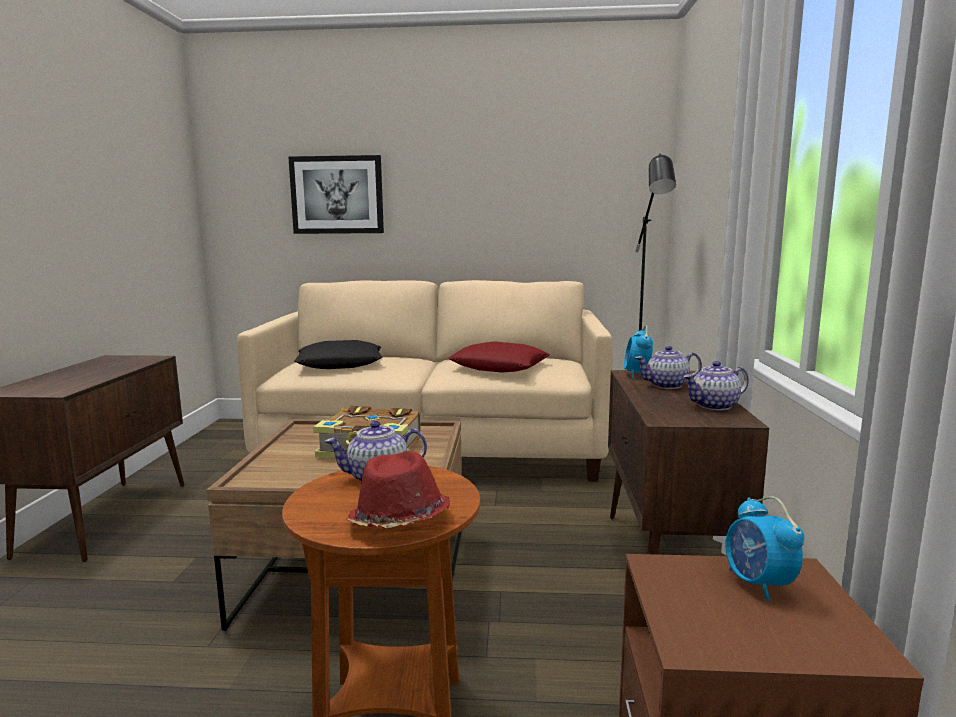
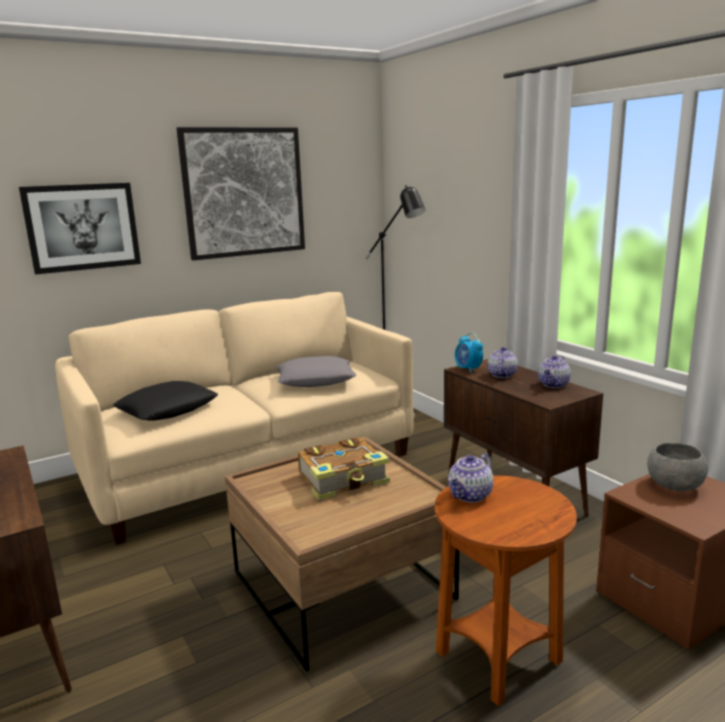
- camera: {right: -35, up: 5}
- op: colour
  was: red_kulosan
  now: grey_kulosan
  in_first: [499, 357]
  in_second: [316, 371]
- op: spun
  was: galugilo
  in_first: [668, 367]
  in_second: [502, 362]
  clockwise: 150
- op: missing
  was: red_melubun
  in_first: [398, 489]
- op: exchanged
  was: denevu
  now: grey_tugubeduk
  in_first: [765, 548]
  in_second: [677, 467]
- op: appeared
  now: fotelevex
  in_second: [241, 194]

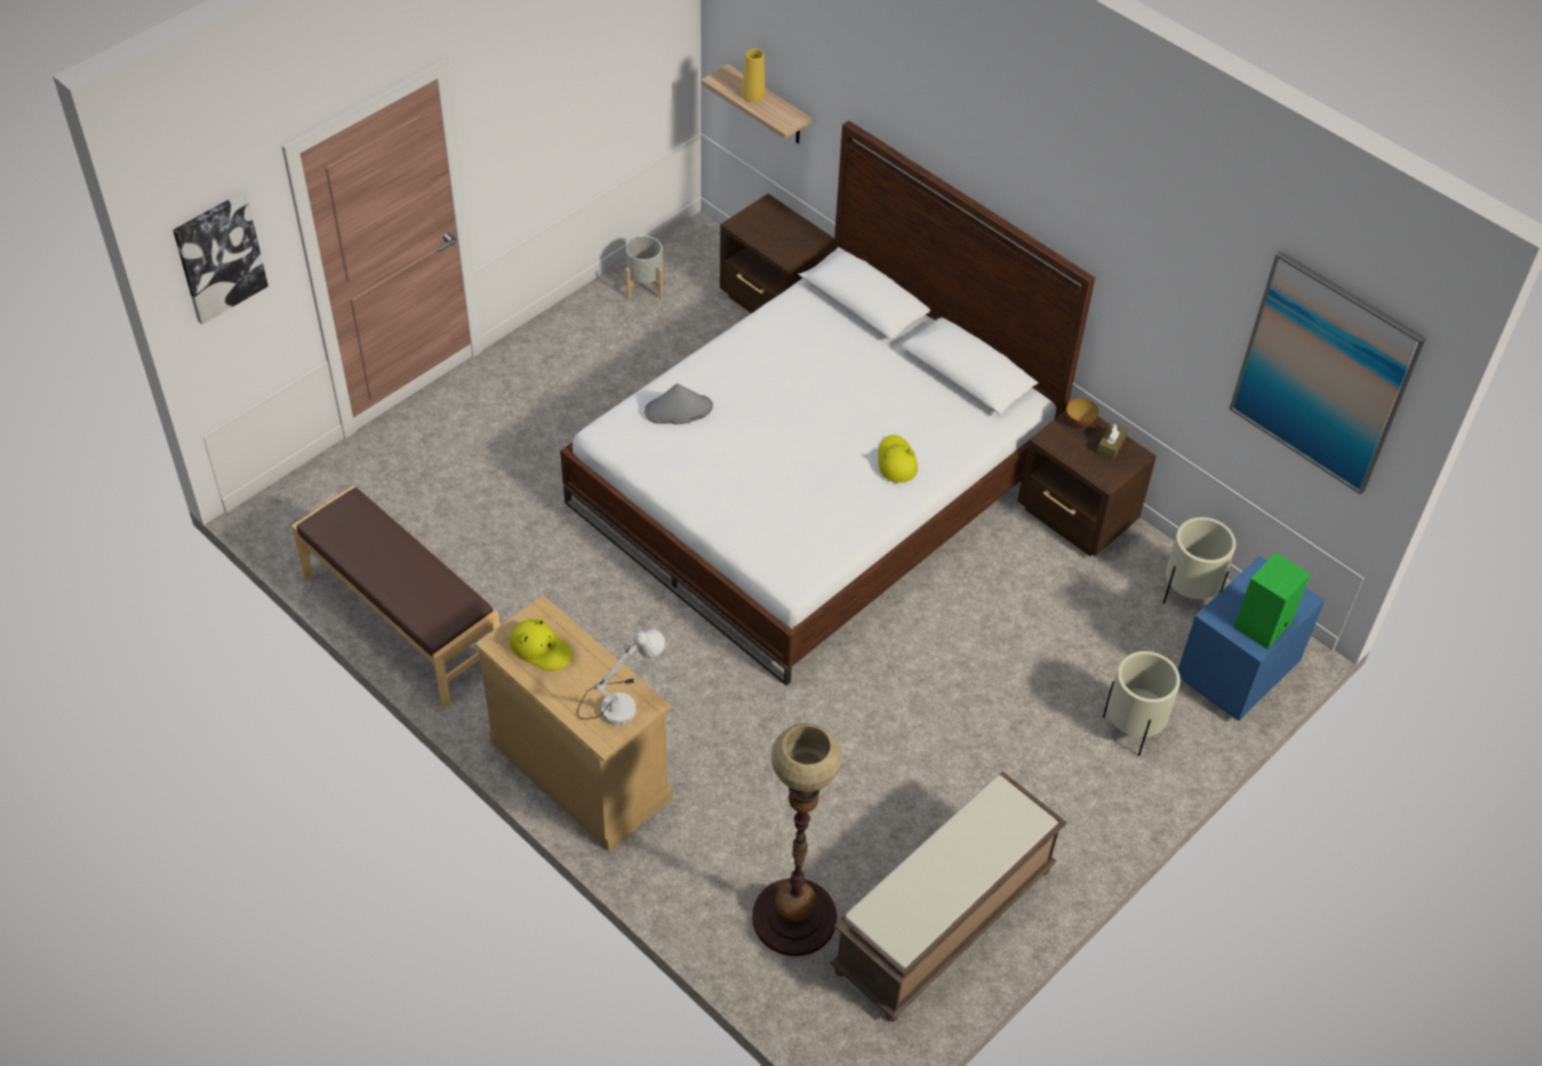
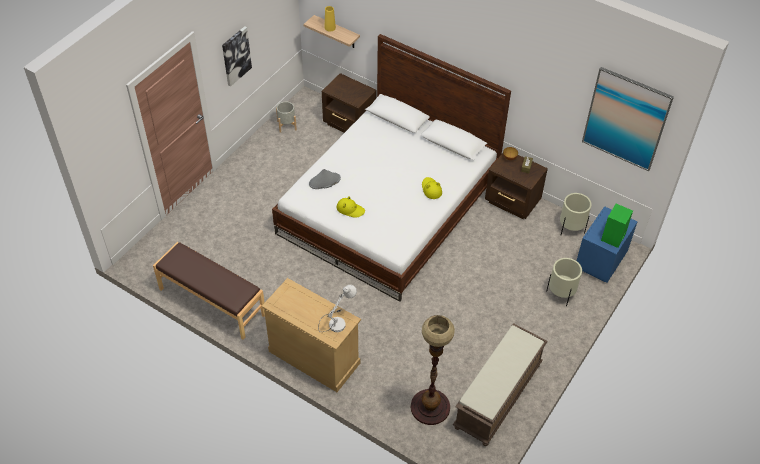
- camera: {right: -10, up: 0}
- op: relocated
  was: fotelevex
  in_first: [220, 258]
  in_second: [237, 56]
- op: relocated
  was: yellow_melubun
  in_first: [541, 644]
  in_second: [351, 207]

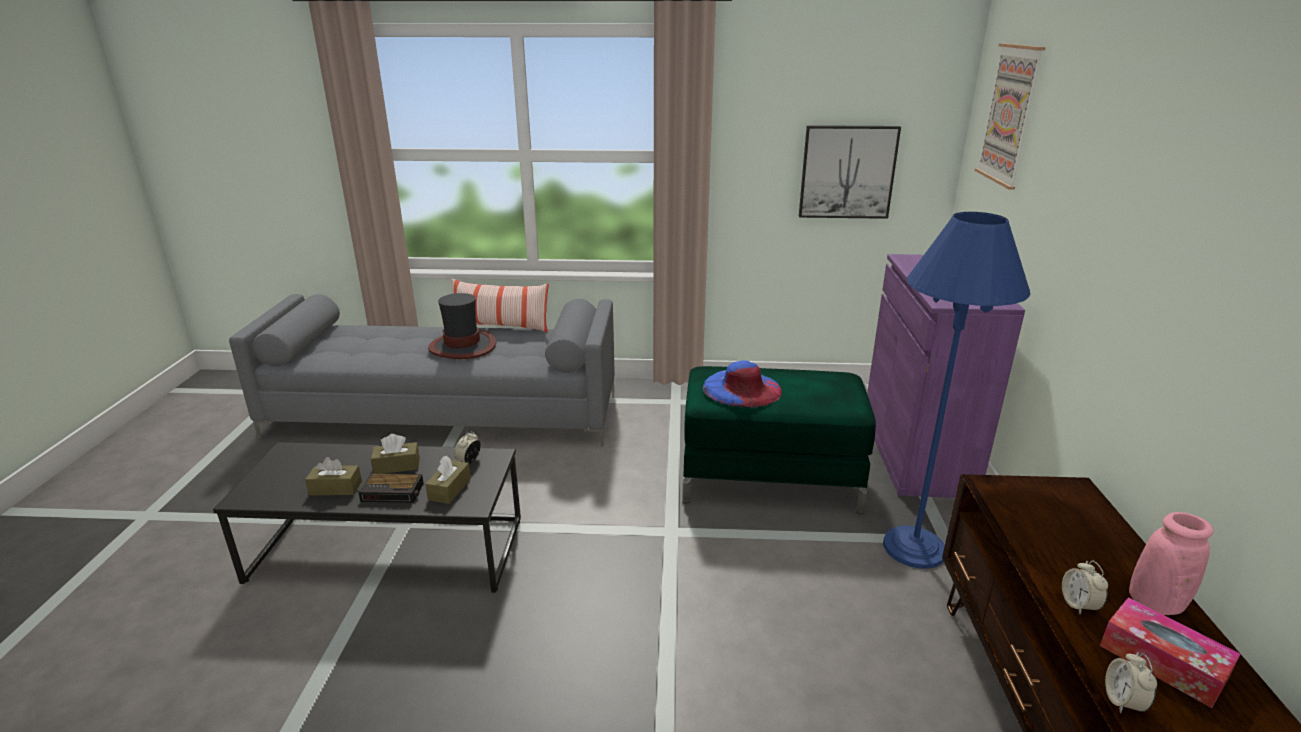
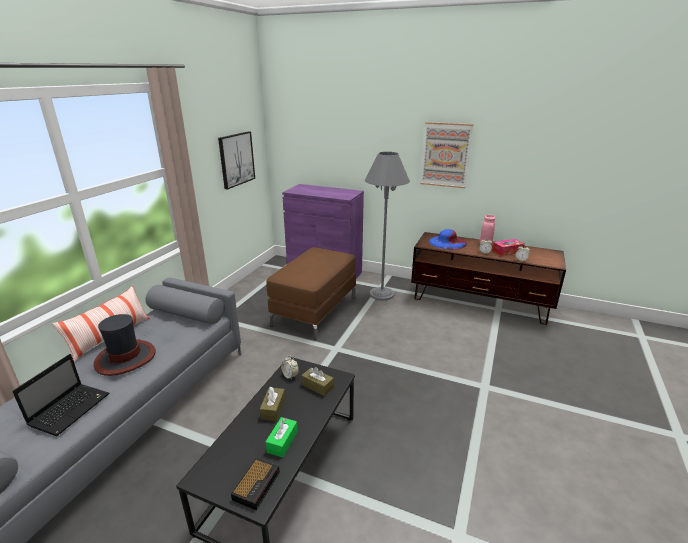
- camera: {right: -70, up: 0}
- op: relocated
  was: fotelevex
  in_first: [1010, 116]
  in_second: [446, 155]
- op: colour
  was: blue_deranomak
  now: grey_deranomak
  in_first: [956, 390]
  in_second: [387, 226]
- op: relocated
  was: blue_melubun
  in_first: [742, 384]
  in_second: [448, 239]
- op: colour
  was: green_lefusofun
  now: brown_lefusofun
  in_first: [779, 440]
  in_second: [311, 293]
- op: colour
  was: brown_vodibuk
  now: green_vodibuk
  in_first: [333, 476]
  in_second: [281, 437]
- op: relocated
  was: denevu
  in_first: [391, 488]
  in_second: [255, 484]
- op: appeared
  now: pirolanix
  in_second: [60, 395]

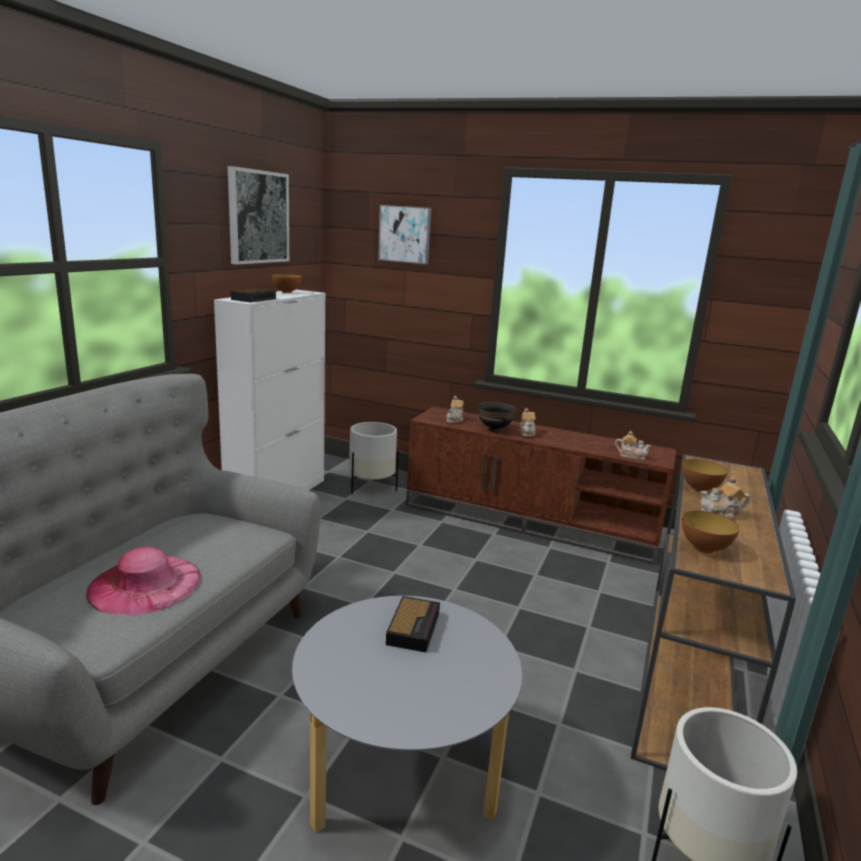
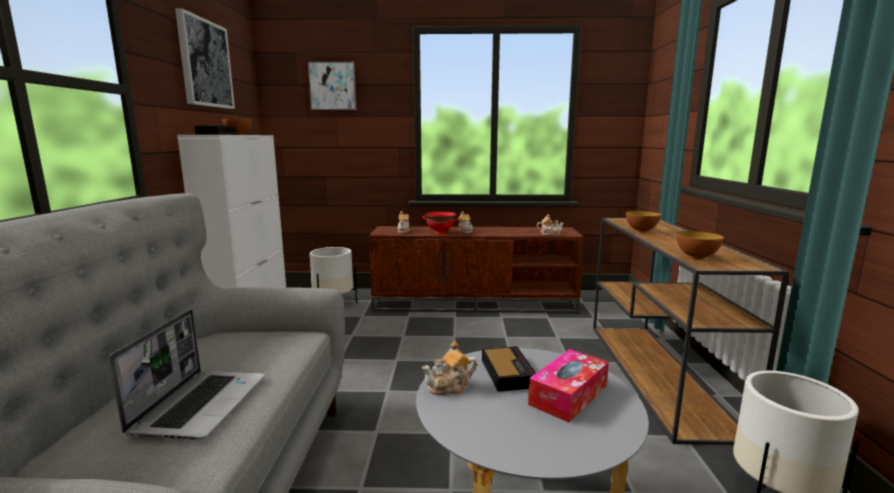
- camera: {right: -20, up: -5}
- op: colour
  was: black_tugubeduk
  now: red_tugubeduk
  in_first: [497, 417]
  in_second: [440, 222]
- op: relocated
  was: galugilo
  in_first: [725, 498]
  in_second: [449, 368]
- op: exchanged
  was: pink_melubun
  now: pirolanix
  in_first: [143, 581]
  in_second: [187, 374]
- op: appeared
  now: vodibuk
  in_second: [568, 386]

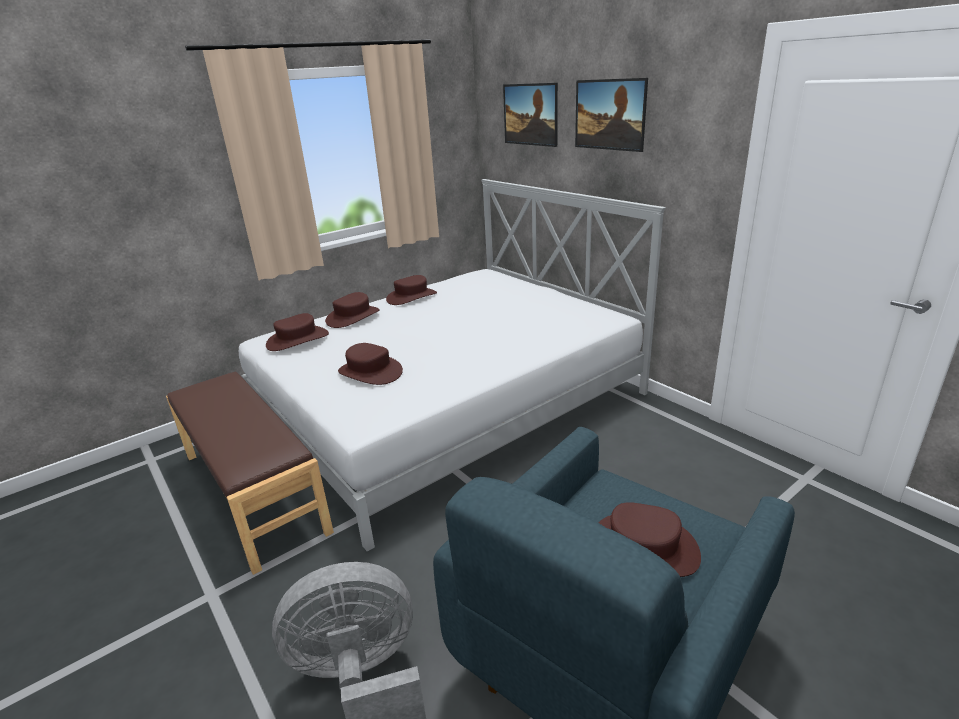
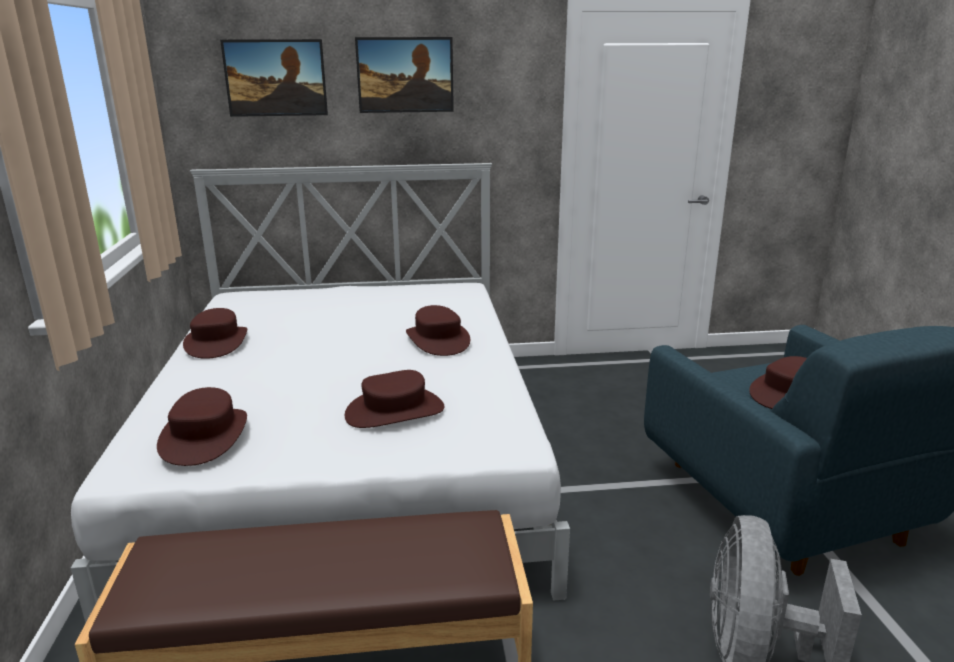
- camera: {right: -60, up: -5}
- op: relocated
  was: brown_melubun
  in_first: [352, 310]
  in_second: [438, 330]

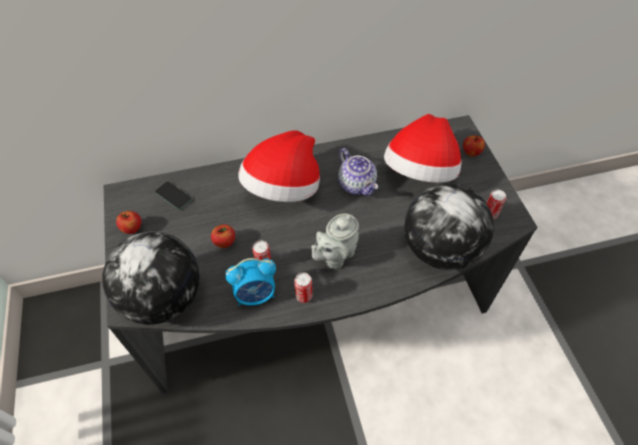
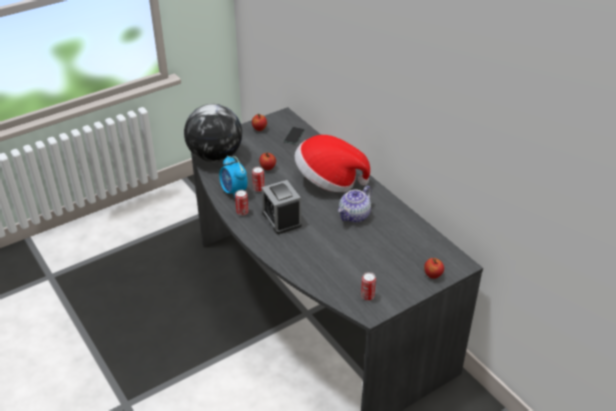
- camera: {right: 70, up: -15}
- op: missing
  was: melubun
  in_first: [423, 148]
- op: missing
  was: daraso
  in_first: [449, 226]
- op: exchanged
  was: grey_galugilo
  now: denevu
  in_first: [335, 241]
  in_second: [282, 207]

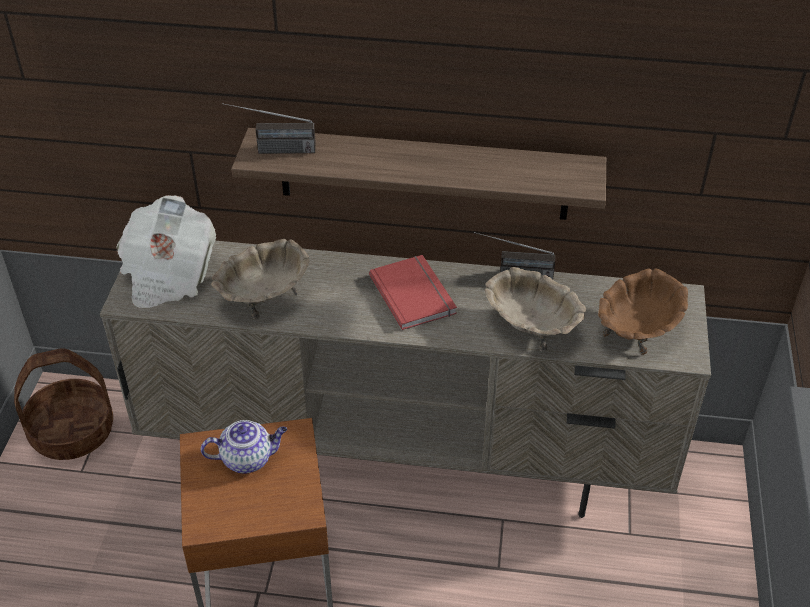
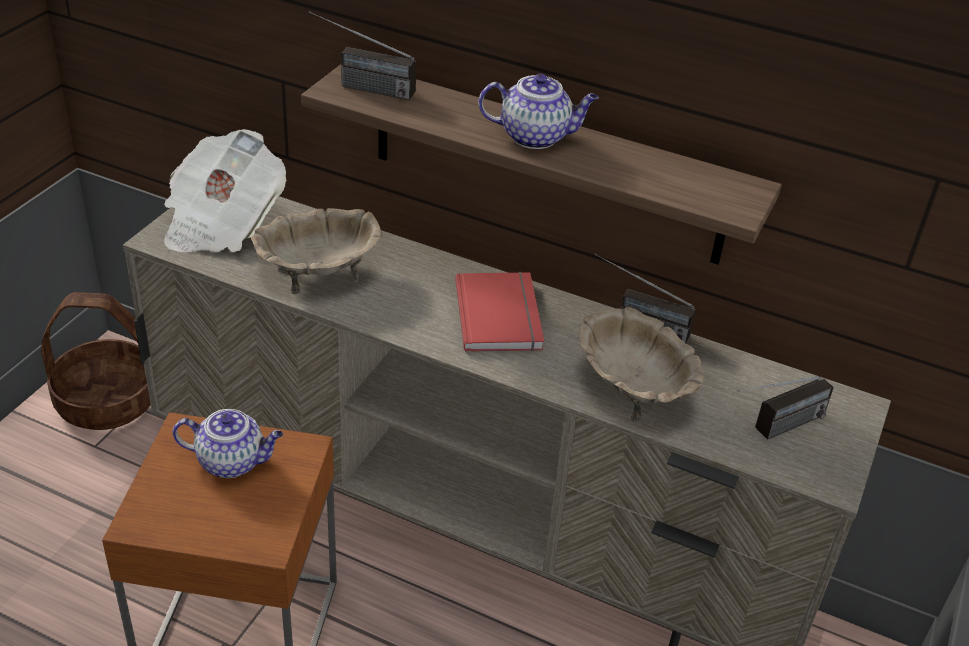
- camera: {right: 15, up: -5}
- op: exchanged
  was: brown_tugubeduk
  now: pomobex
  in_first: [643, 311]
  in_second: [785, 408]
- op: appeared
  now: galugilo
  in_second: [539, 111]

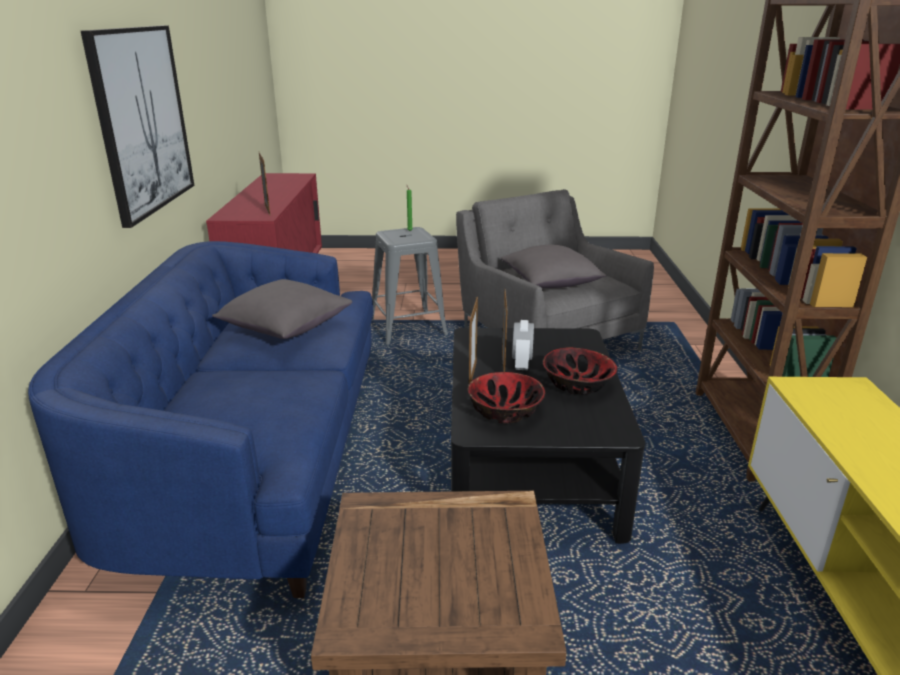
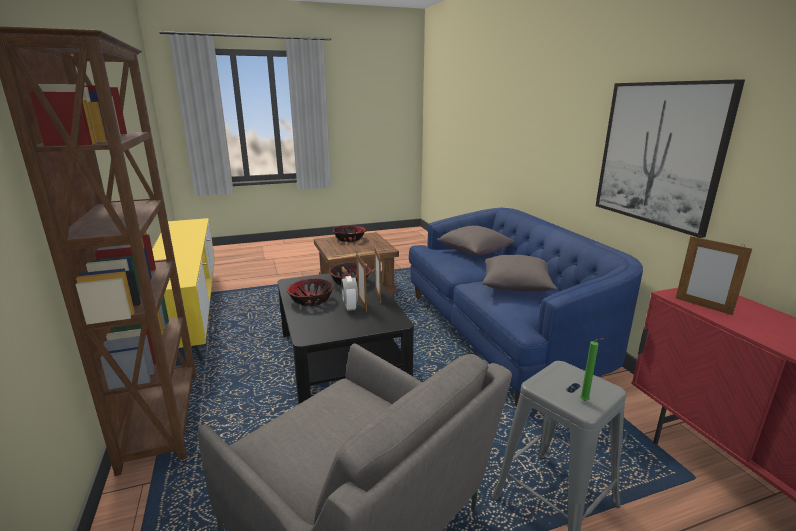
- camera: {right: 160, up: -5}
- op: relocated
  was: grey_kulosan
  in_first: [553, 266]
  in_second: [475, 240]
- op: appeared
  now: tugubeduk
  in_second: [349, 233]

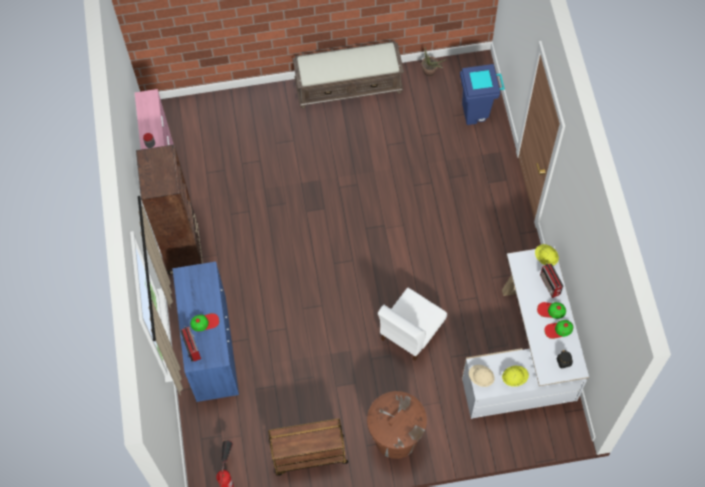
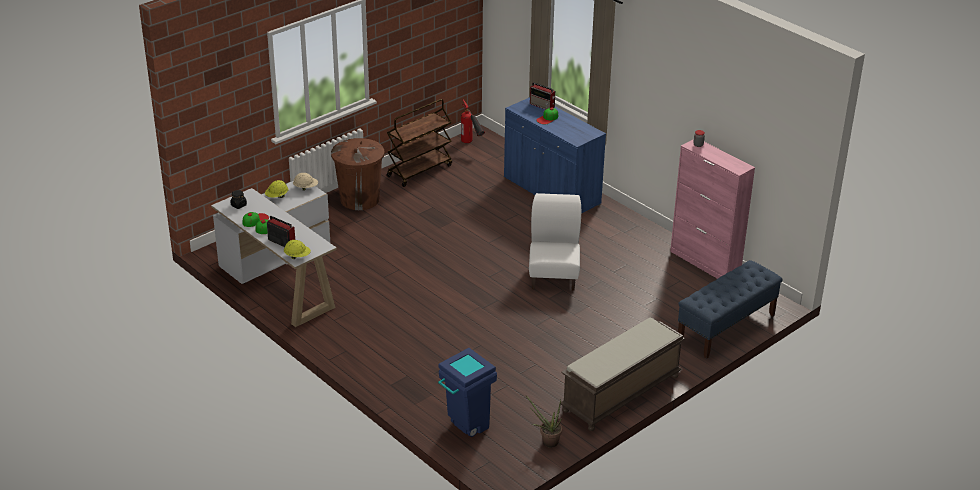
- camera: {right: 145, up: -30}
- op: missing
  was: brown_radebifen
  in_first: [169, 209]
- op: relocated
  was: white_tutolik
  in_first: [412, 324]
  in_second: [555, 242]
- op: appeared
  now: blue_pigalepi
  in_second: [730, 309]

